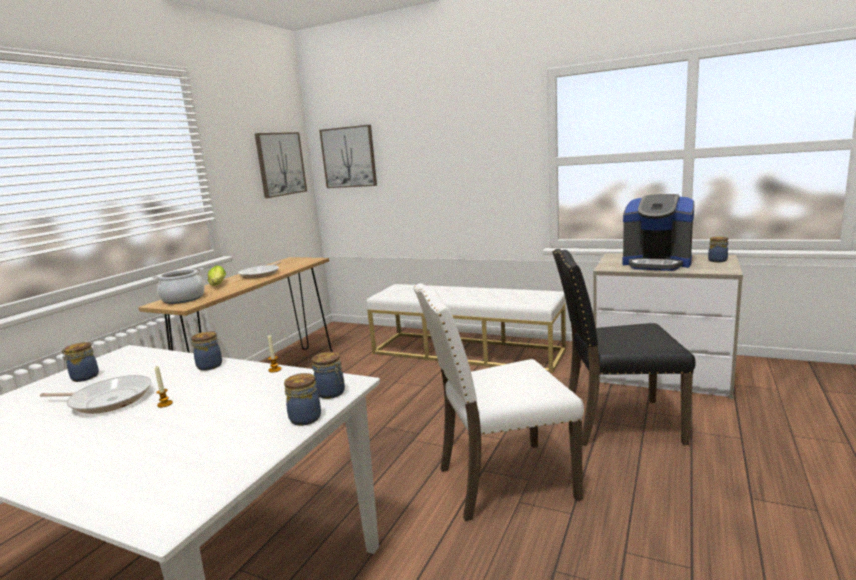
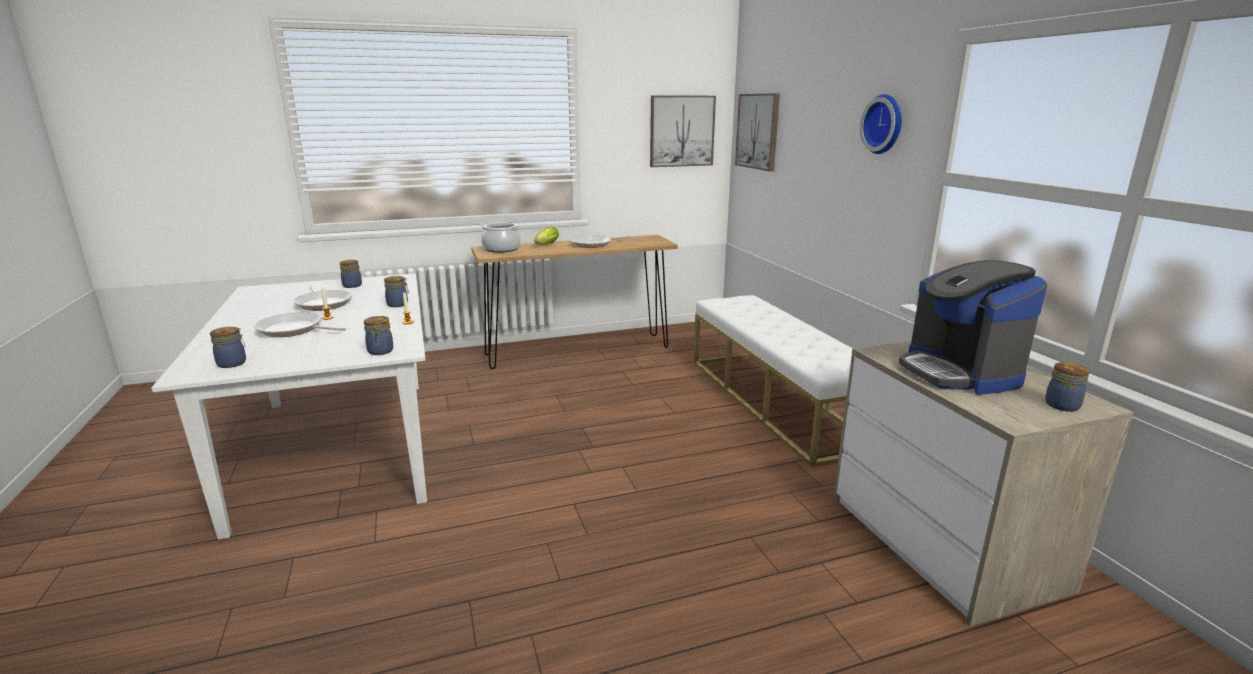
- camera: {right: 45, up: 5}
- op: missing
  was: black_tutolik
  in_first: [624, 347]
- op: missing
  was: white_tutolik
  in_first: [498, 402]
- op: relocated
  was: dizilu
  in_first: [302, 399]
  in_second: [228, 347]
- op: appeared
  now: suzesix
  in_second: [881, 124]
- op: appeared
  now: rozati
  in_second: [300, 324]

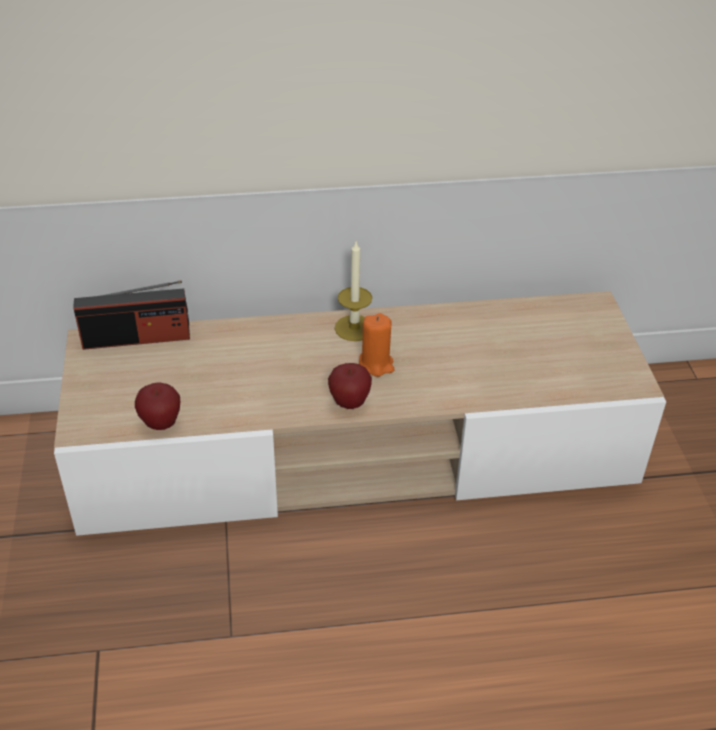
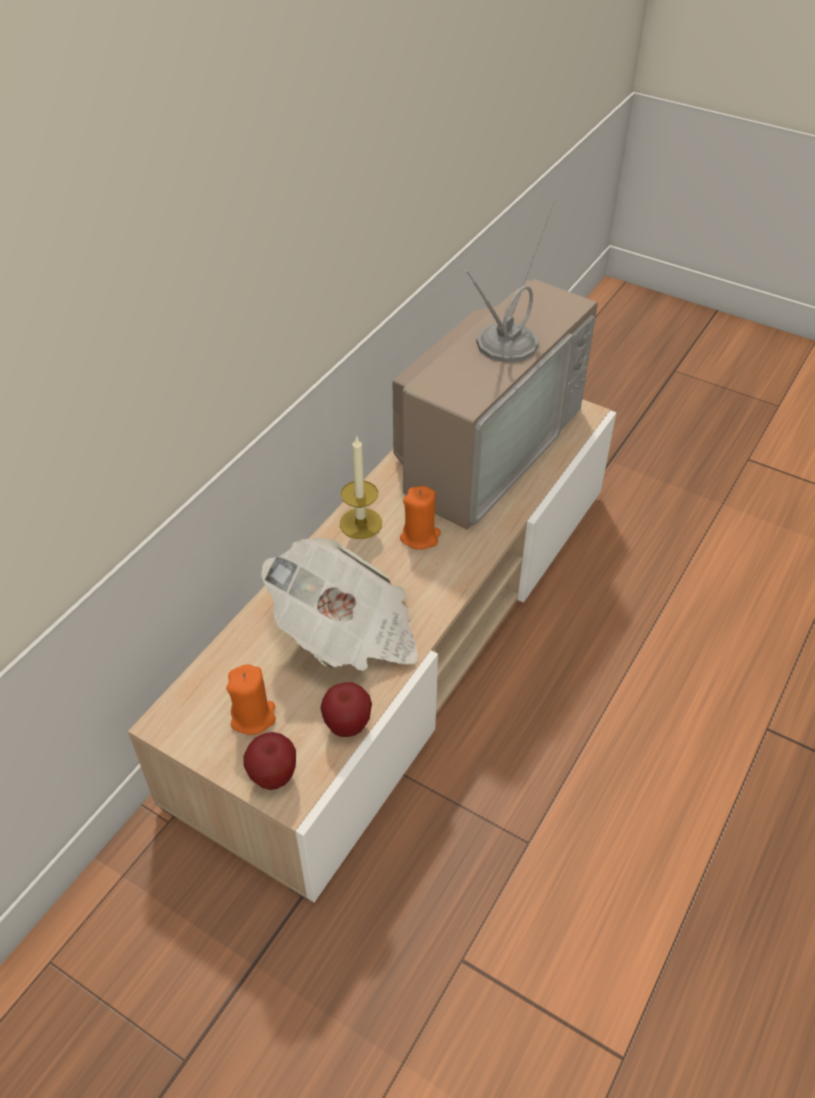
- camera: {right: -50, up: 5}
- op: missing
  was: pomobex
  in_first: [131, 315]
- op: relocated
  was: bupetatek
  in_first: [350, 386]
  in_second: [269, 761]
- op: appeared
  now: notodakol
  in_second: [495, 364]
- op: appeared
  now: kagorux
  in_second: [340, 604]
- op: appeared
  now: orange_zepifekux
  in_second: [251, 699]

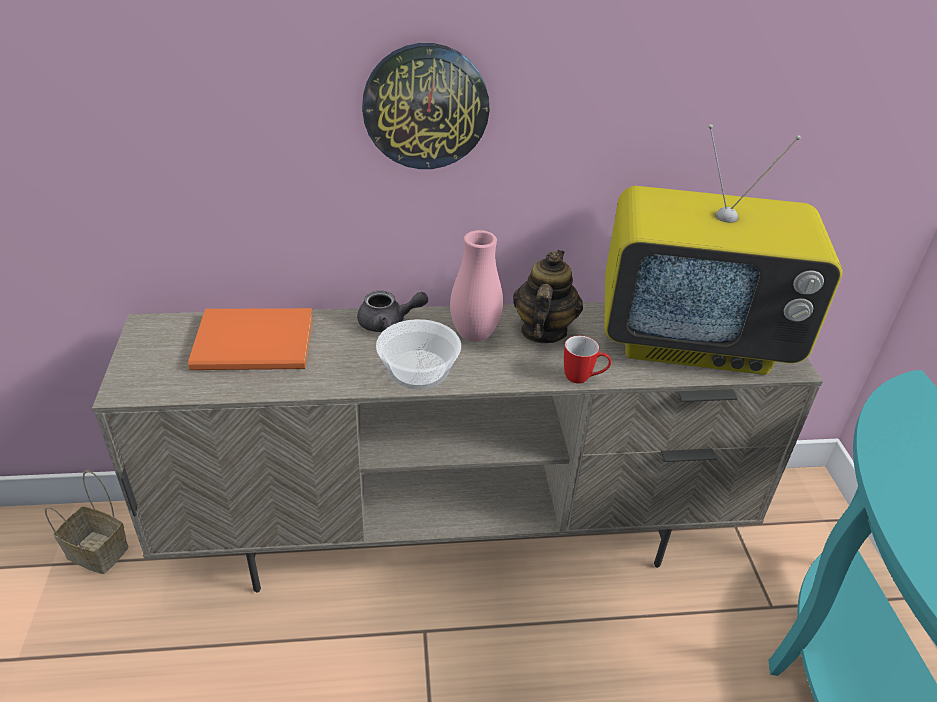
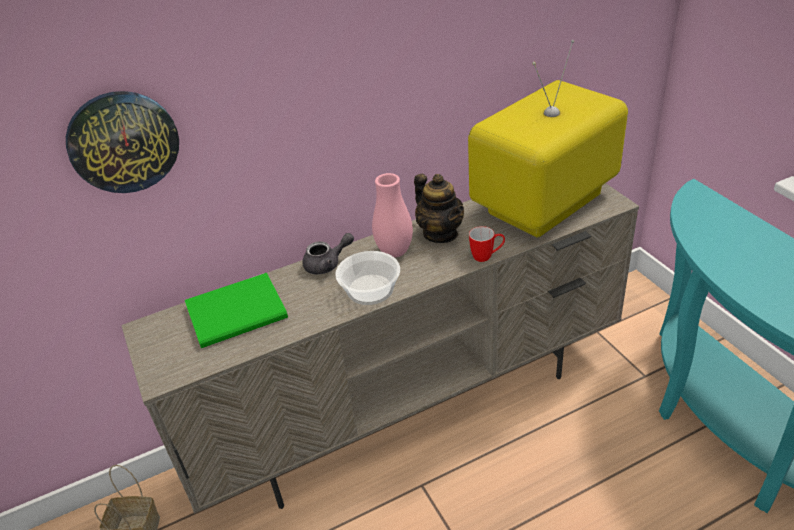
- camera: {right: -15, up: 0}
- op: relocated
  was: suzesix
  in_first: [426, 106]
  in_second: [122, 142]
- op: spun
  was: notodakol
  in_first: [723, 249]
  in_second: [548, 139]
  clockwise: 150
- op: spun
  was: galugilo
  in_first: [548, 296]
  in_second: [439, 208]
  clockwise: 150
- op: colour
  was: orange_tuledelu
  now: green_tuledelu
  in_first: [250, 339]
  in_second: [236, 310]

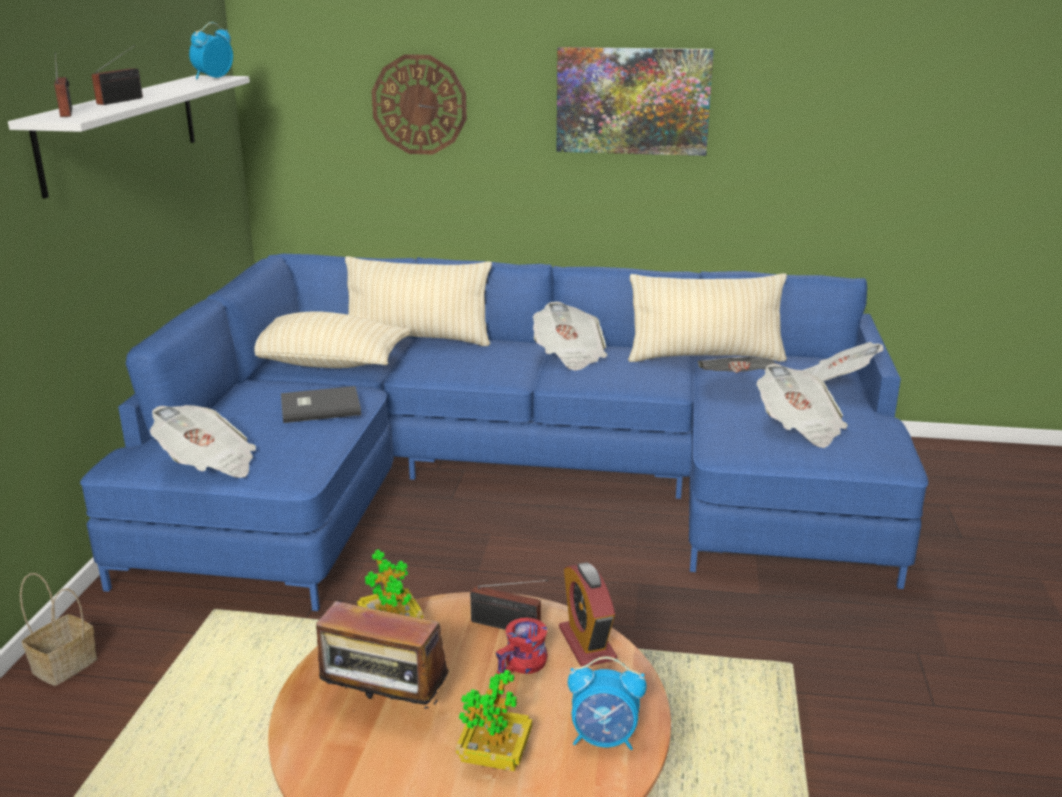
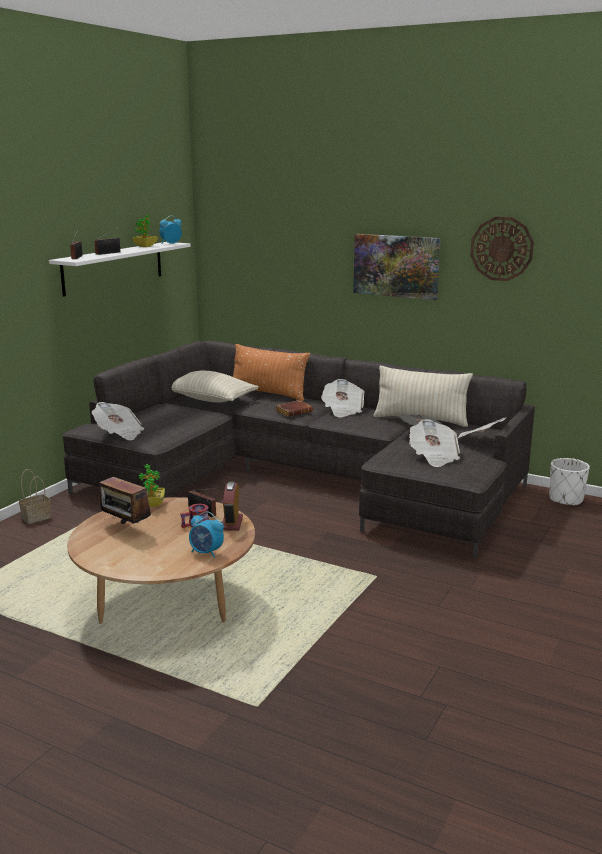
- camera: {right: 20, up: -5}
- op: relocated
  was: suzesix
  in_first: [419, 104]
  in_second: [502, 249]
- op: colour
  was: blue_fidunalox
  now: grey_fidunalox
  in_first: [504, 432]
  in_second: [298, 449]
- op: colour
  was: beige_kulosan
  now: orange_kulosan
  in_first: [418, 301]
  in_second: [271, 372]
- op: missing
  was: grey_tuledelu
  in_first: [321, 404]
- op: relocated
  was: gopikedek
  in_first: [494, 720]
  in_second: [145, 230]
- op: appeared
  now: brown_tuledelu
  in_second: [294, 408]
- op: appeared
  now: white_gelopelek
  in_second: [569, 482]

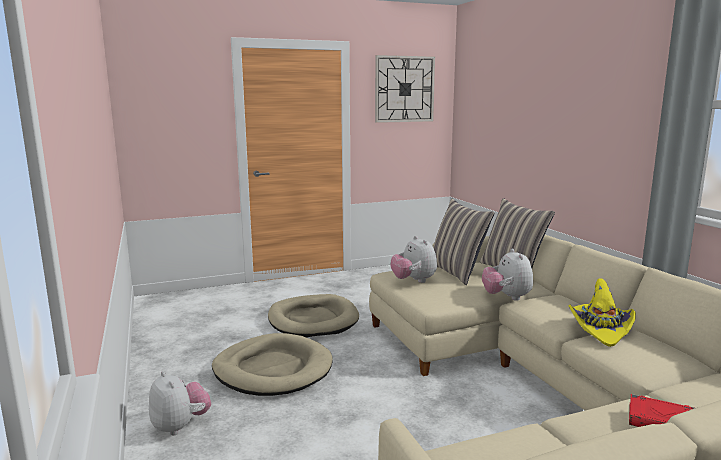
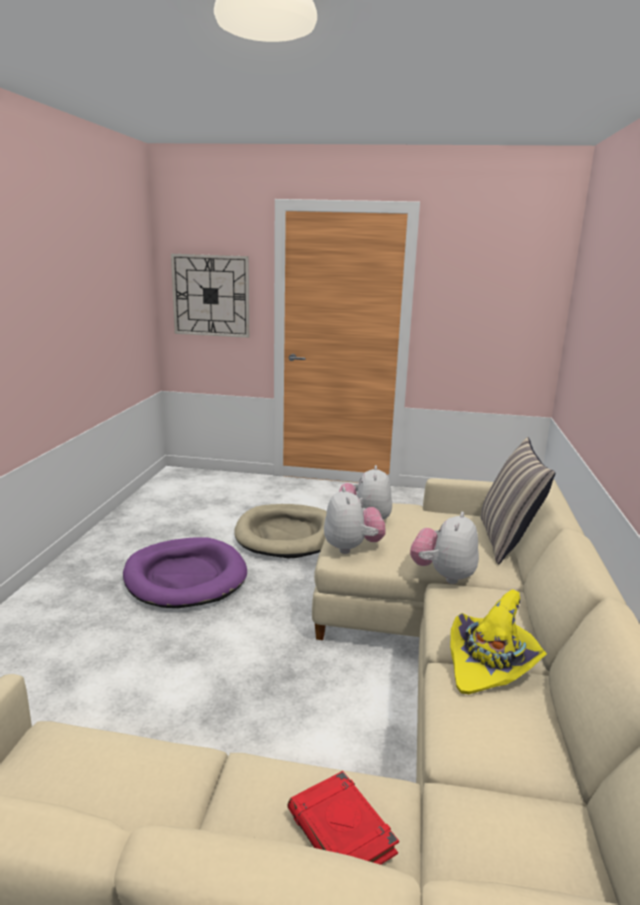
- camera: {right: 30, up: 5}
- op: relocated
  was: suzesix
  in_first: [405, 89]
  in_second: [210, 296]
- op: missing
  was: kulosan
  in_first: [463, 242]
- op: colour
  was: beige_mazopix
  now: purple_mazopix
  in_first: [272, 364]
  in_second: [185, 573]
- op: relocated
  was: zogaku
  in_first: [180, 403]
  in_second: [355, 520]

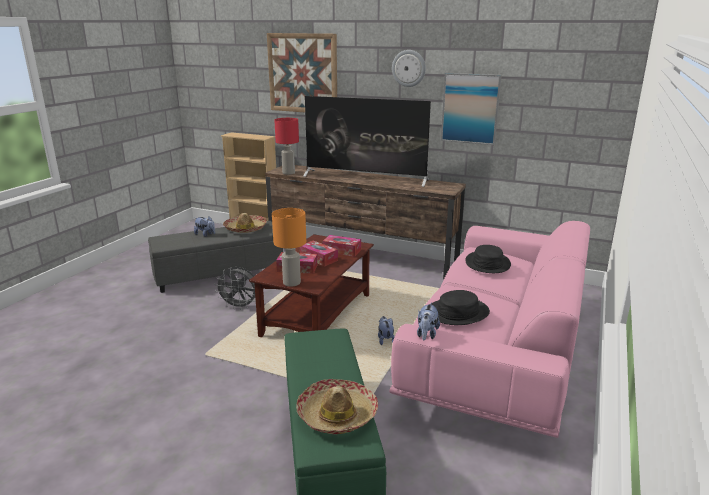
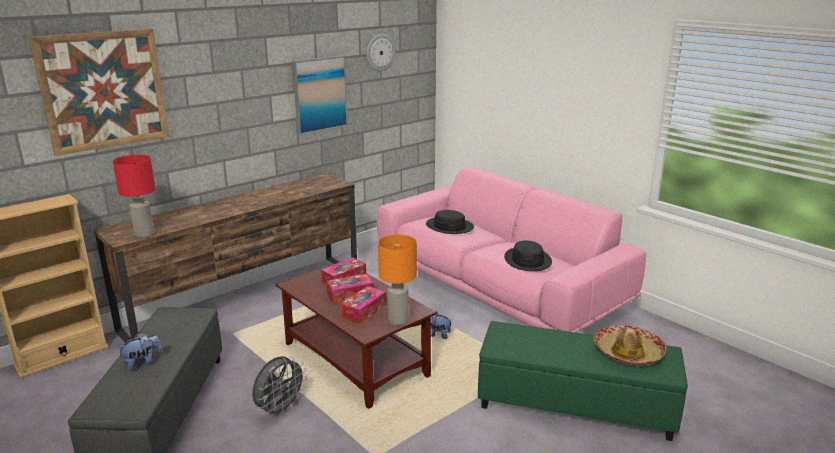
- camera: {right: -65, up: 0}
- op: relocated
  was: suzesix
  in_first: [409, 68]
  in_second: [381, 52]
- op: missing
  was: notodakol
  in_first: [367, 141]
- op: missing
  was: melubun
  in_first: [245, 223]
- op: missing
  was: zogaku
  in_first: [428, 321]

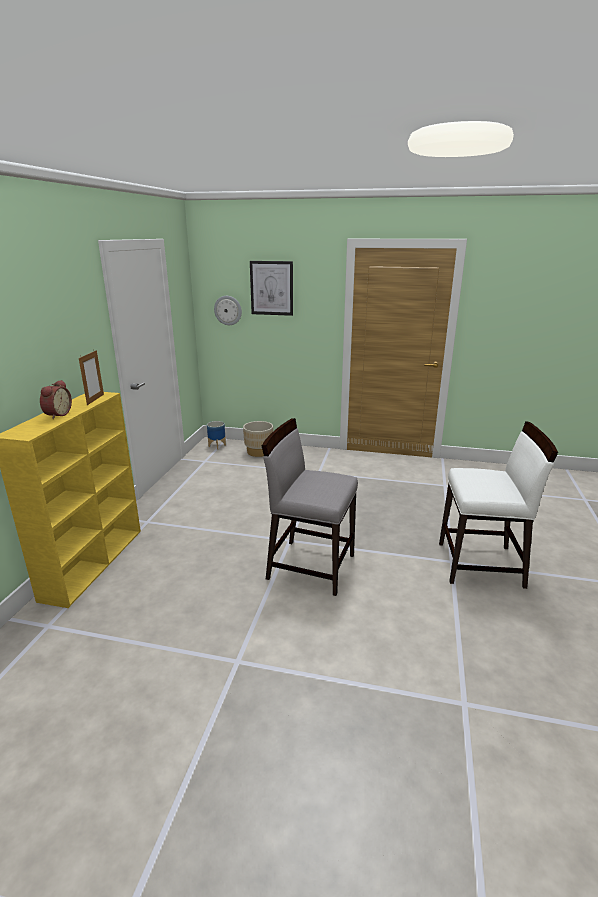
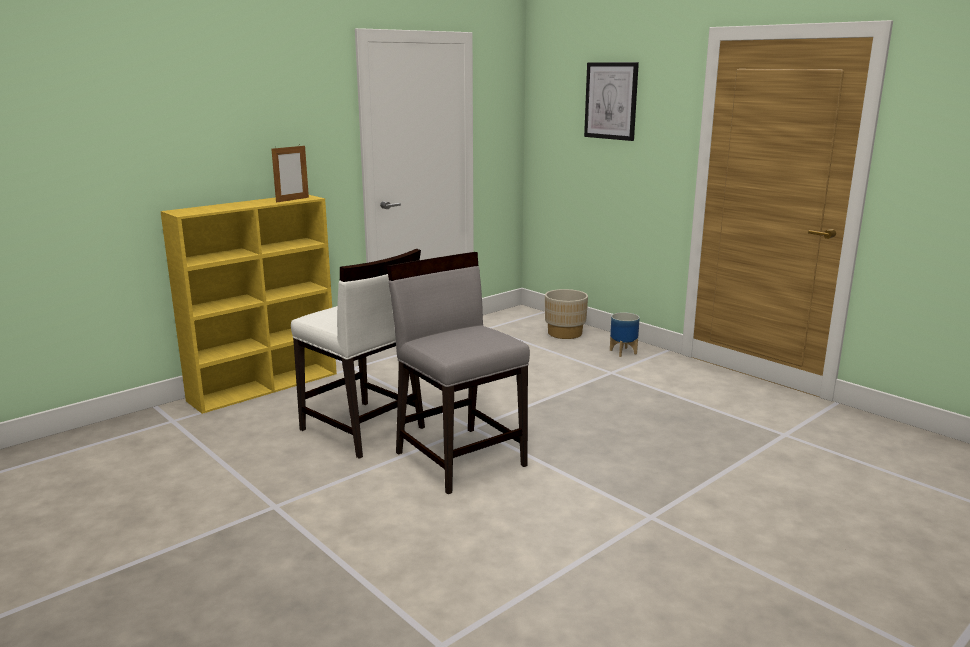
- camera: {right: 35, up: -5}
- op: missing
  was: suzesix
  in_first: [228, 310]
- op: missing
  was: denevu
  in_first: [56, 399]
- op: relocated
  was: gelopelek
  in_first: [216, 435]
  in_second: [625, 334]
- op: relocated
  was: white_tutolik
  in_first: [498, 505]
  in_second: [358, 354]

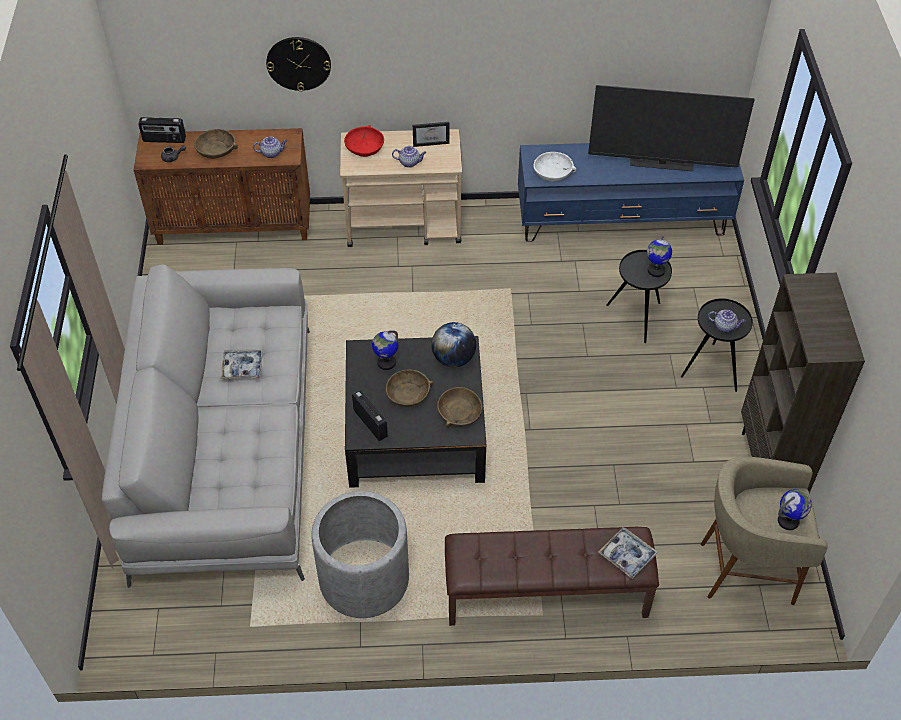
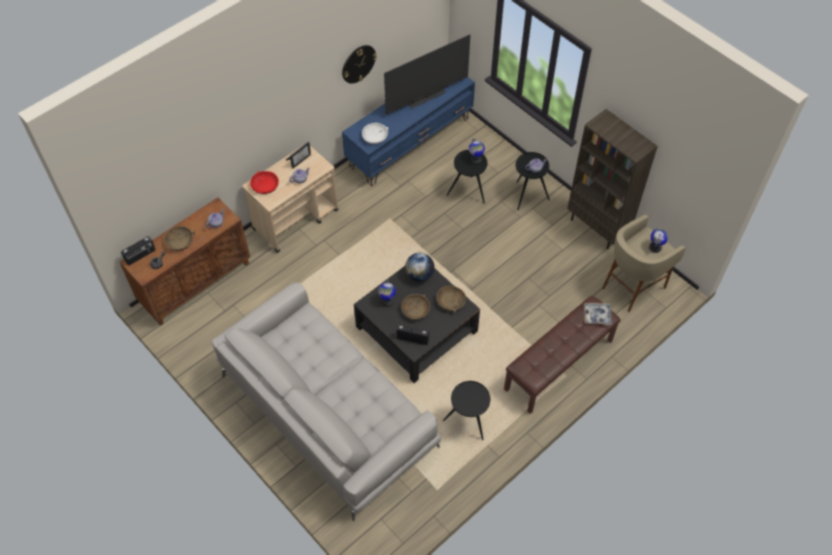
- camera: {right: -40, up: 5}
- op: relocated
  was: suzesix
  in_first: [298, 64]
  in_second: [359, 64]
- op: missing
  was: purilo
  in_first: [241, 364]
- op: exchanged
  was: grey_gelopelek
  now: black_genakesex
  in_first: [360, 554]
  in_second: [466, 410]

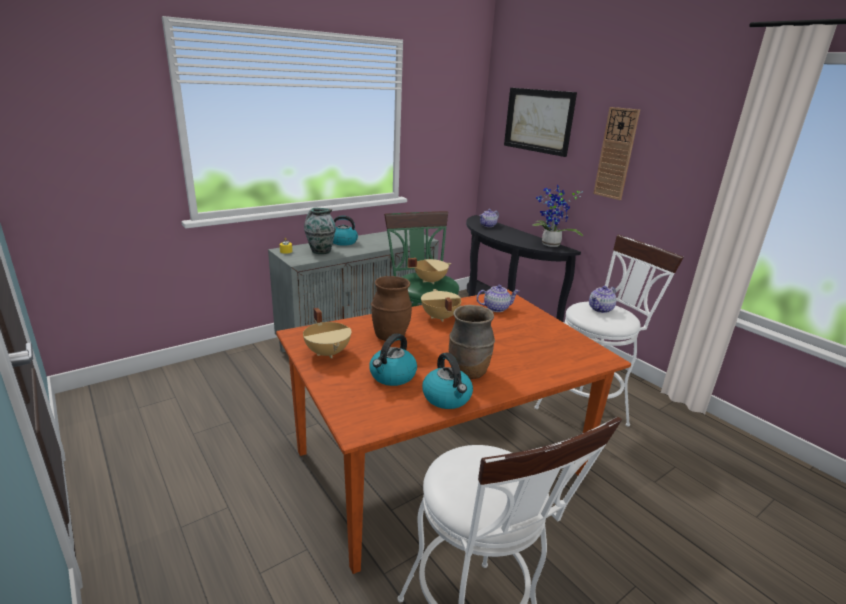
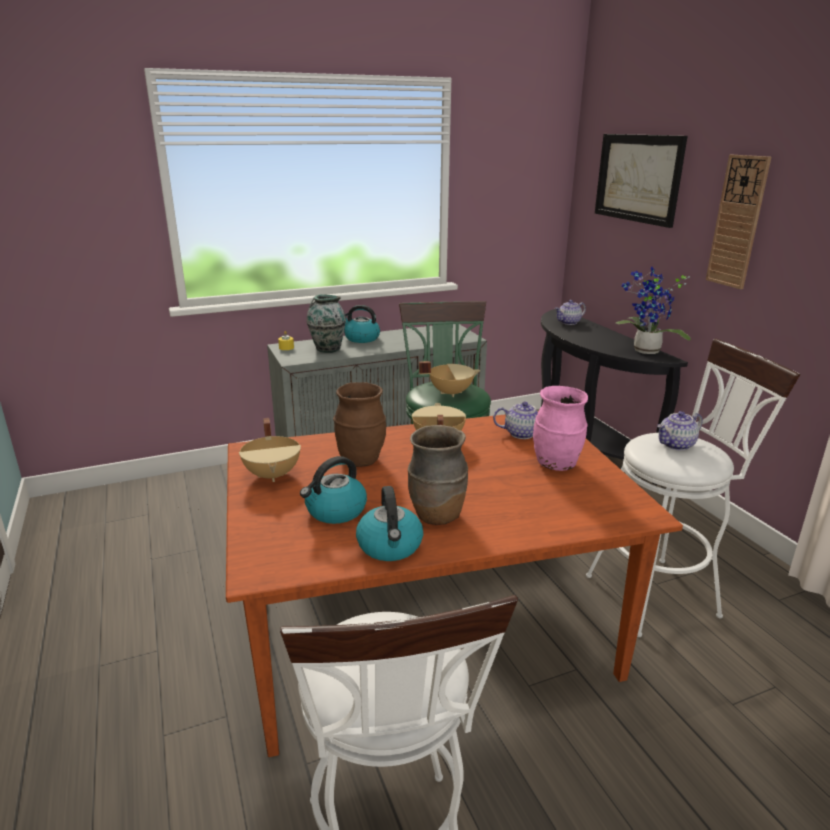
- camera: {right: 15, up: 0}
- op: appeared
  now: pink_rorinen
  in_second: [560, 428]

